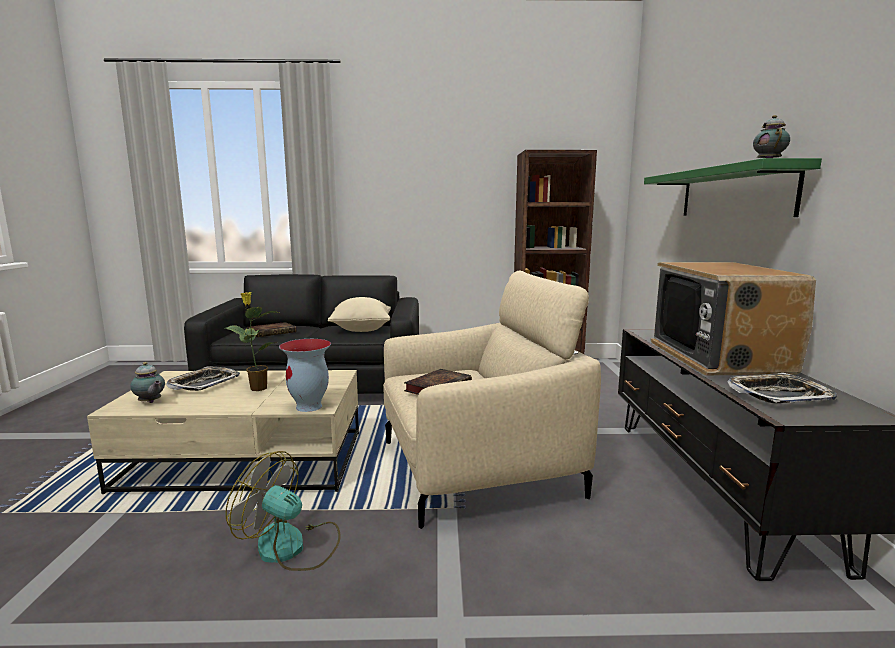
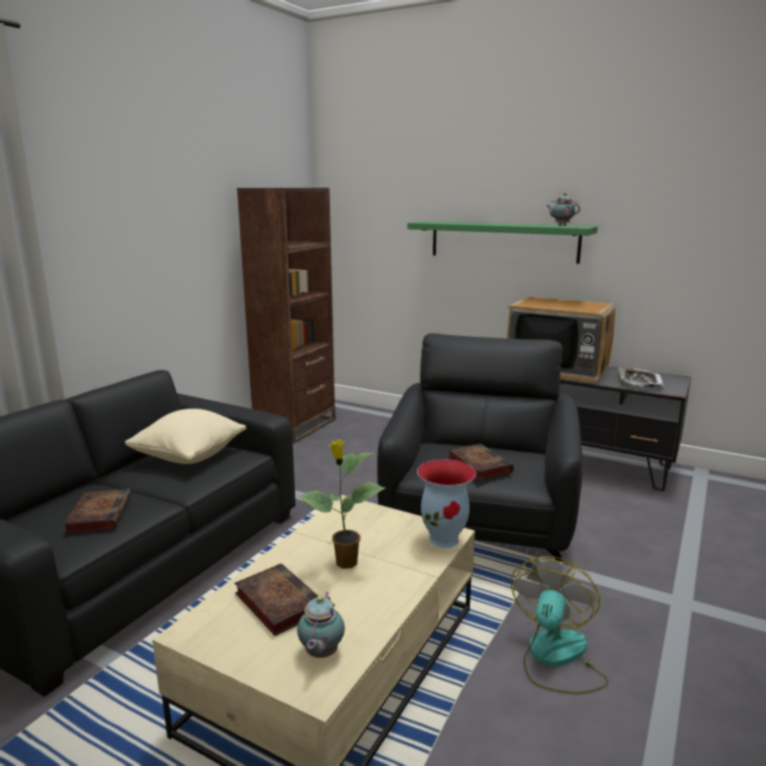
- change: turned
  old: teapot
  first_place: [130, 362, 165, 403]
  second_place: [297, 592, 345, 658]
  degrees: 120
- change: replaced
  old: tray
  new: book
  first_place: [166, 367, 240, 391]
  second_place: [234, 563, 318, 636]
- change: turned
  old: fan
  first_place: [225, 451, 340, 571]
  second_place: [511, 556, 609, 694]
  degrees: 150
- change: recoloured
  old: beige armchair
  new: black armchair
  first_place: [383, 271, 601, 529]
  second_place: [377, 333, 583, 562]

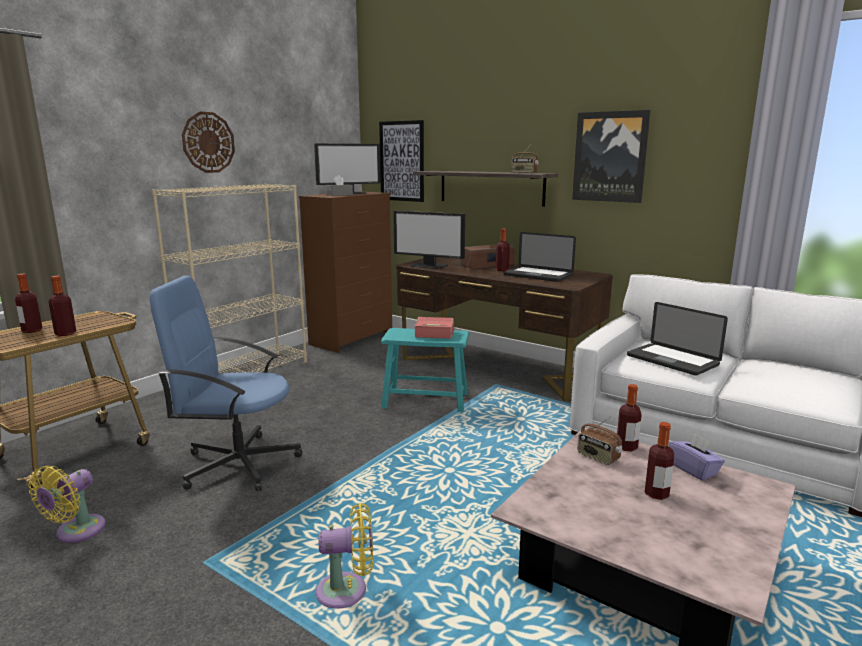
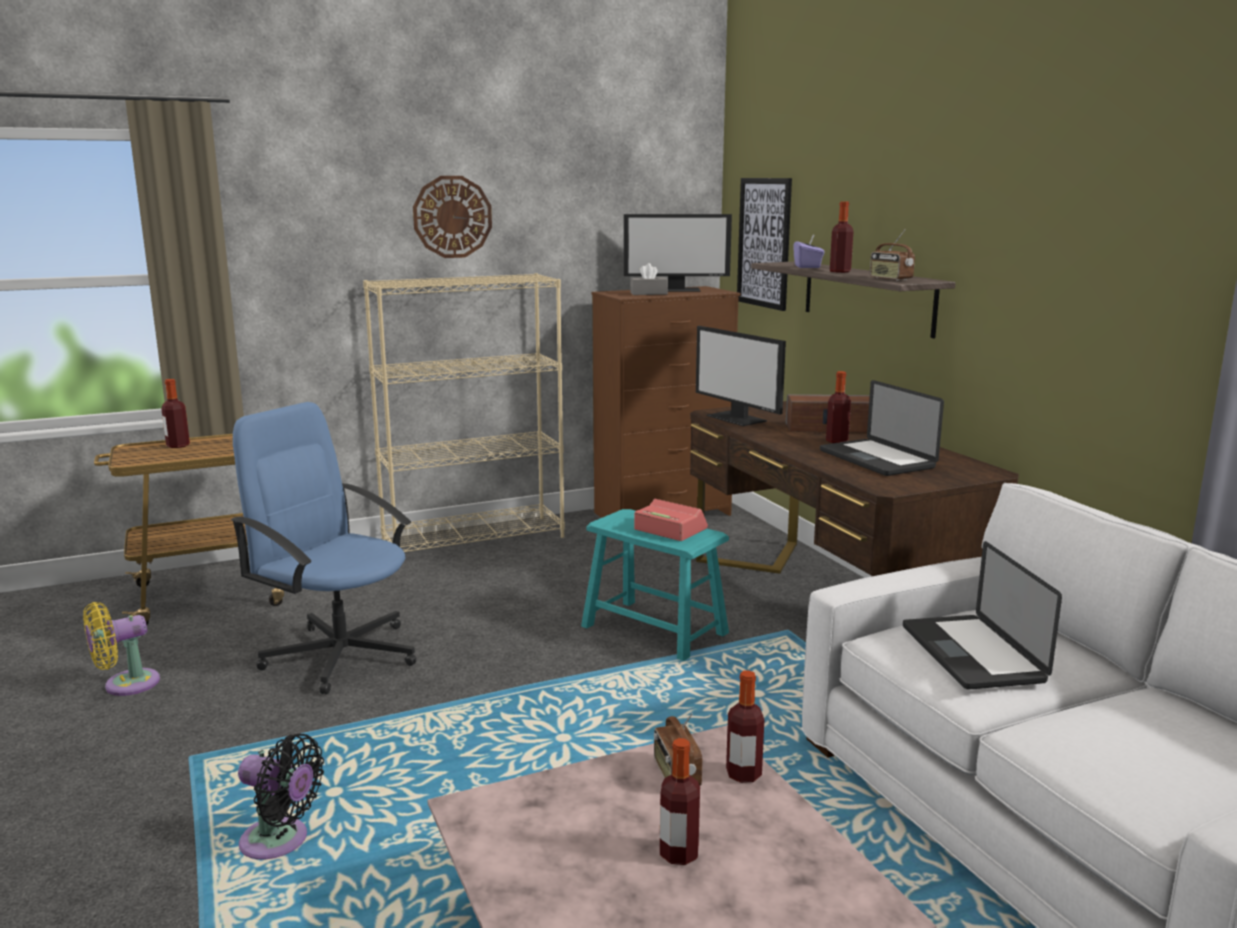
- change: moved
  old: bottle
  first_place: [49, 276, 76, 336]
  second_place: [830, 201, 853, 273]
- change: recoloured
  old: yellow fan
  new: black fan
  first_place: [316, 503, 373, 609]
  second_place: [238, 734, 324, 859]
- change: removed
  old: picture
  first_place: [572, 110, 651, 203]
- change: moved
  old: purple tissue box
  first_place: [669, 433, 725, 481]
  second_place: [793, 234, 824, 268]

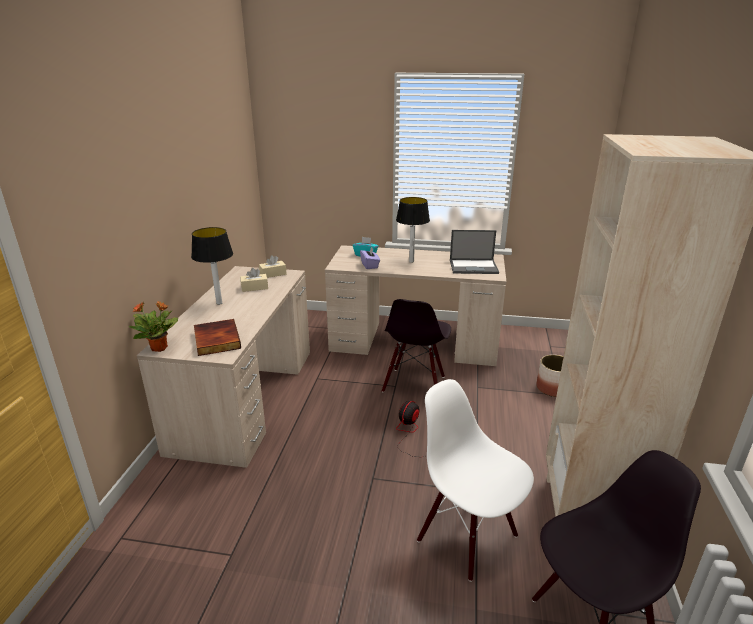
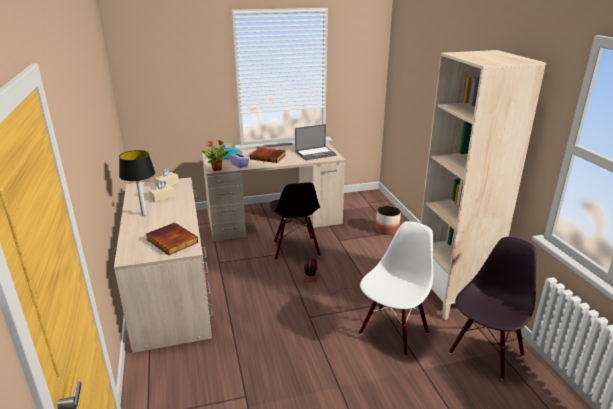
- change: moved
  old: potted plant
  first_place: [129, 302, 179, 352]
  second_place: [201, 140, 229, 171]
- change: replaced
  old: table lamp
  new: book
  first_place: [396, 197, 430, 263]
  second_place: [250, 147, 286, 163]
- change: turned
  old: white chair
  first_place: [417, 379, 534, 582]
  second_place: [359, 221, 433, 356]
  degrees: 105

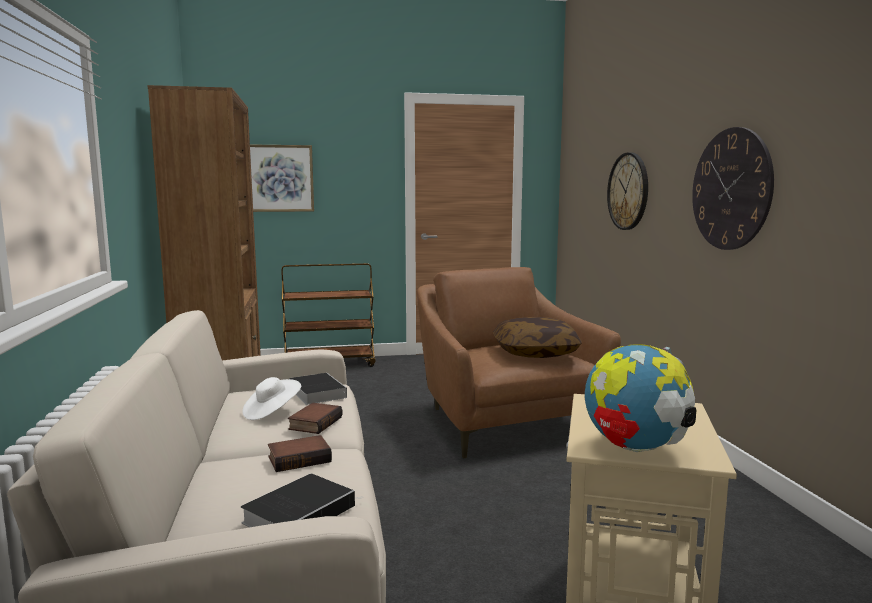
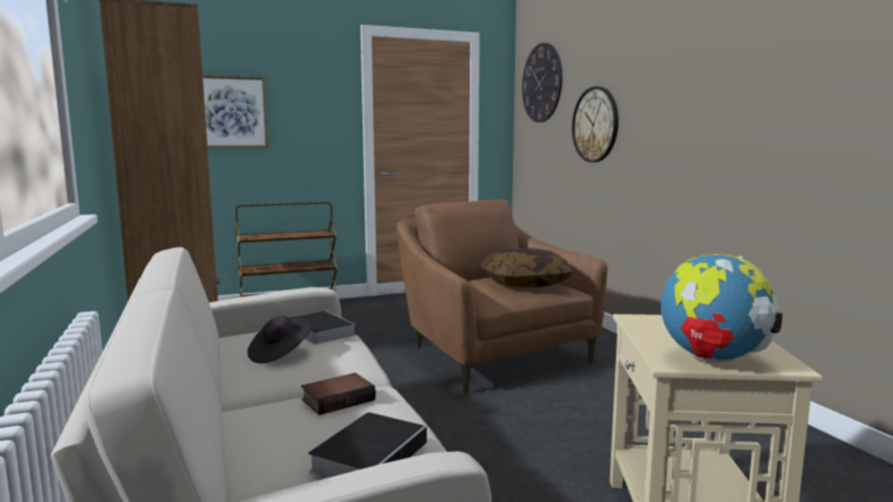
- change: recoloured
  old: white hat
  new: black hat
  first_place: [242, 377, 301, 420]
  second_place: [247, 316, 313, 364]
- change: removed
  old: book
  first_place: [288, 403, 343, 434]
- change: moved
  old: wall clock
  first_place: [692, 127, 774, 250]
  second_place: [522, 43, 562, 123]

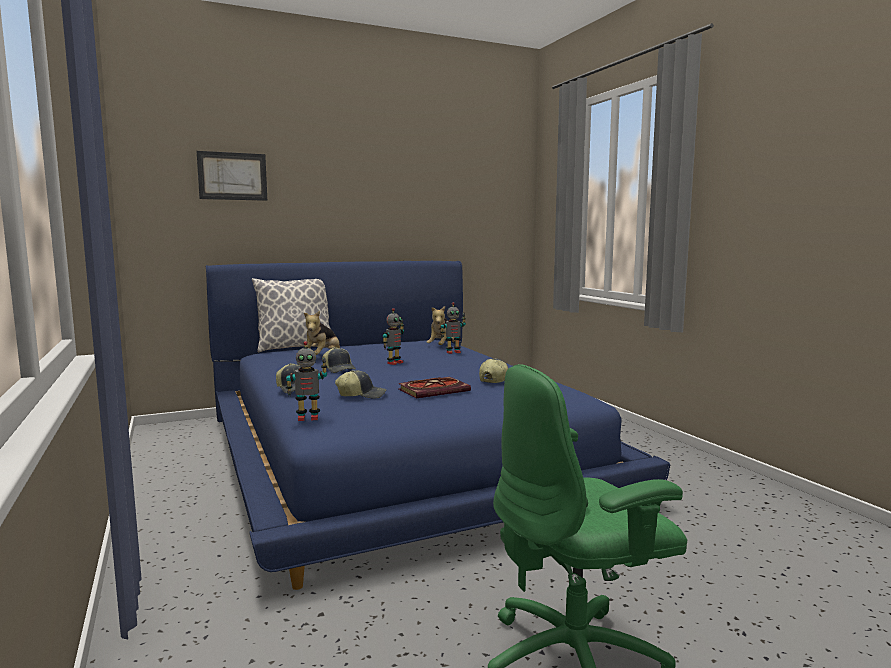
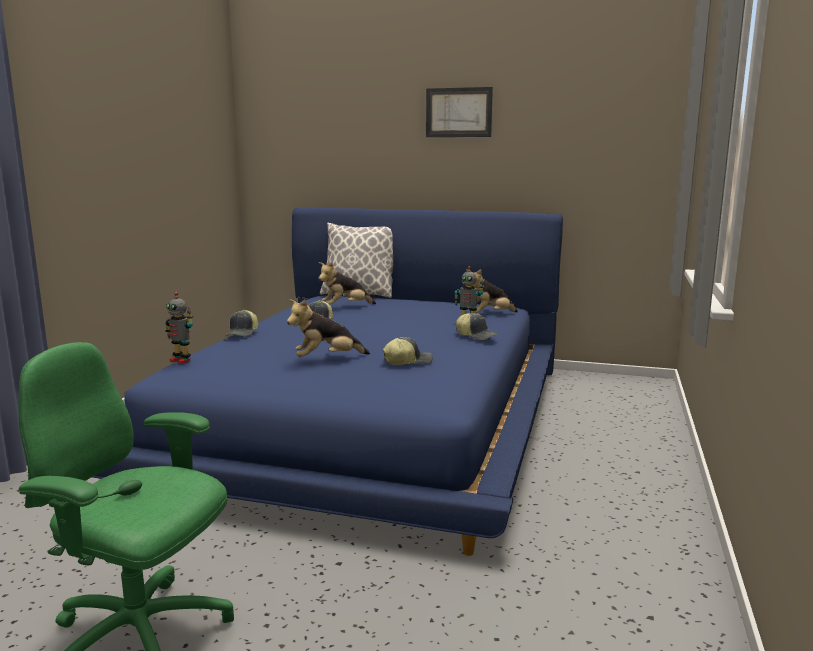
- change: moved
  old: picture
  first_place: [197, 151, 267, 201]
  second_place: [426, 87, 493, 137]
- change: moved
  old: cap
  first_place: [335, 370, 387, 399]
  second_place: [456, 312, 498, 341]
- change: removed
  old: toy robot
  first_place: [383, 308, 404, 365]
- change: replaced
  old: book
  new: plush toy
  first_place: [398, 377, 471, 398]
  second_place: [287, 299, 370, 357]

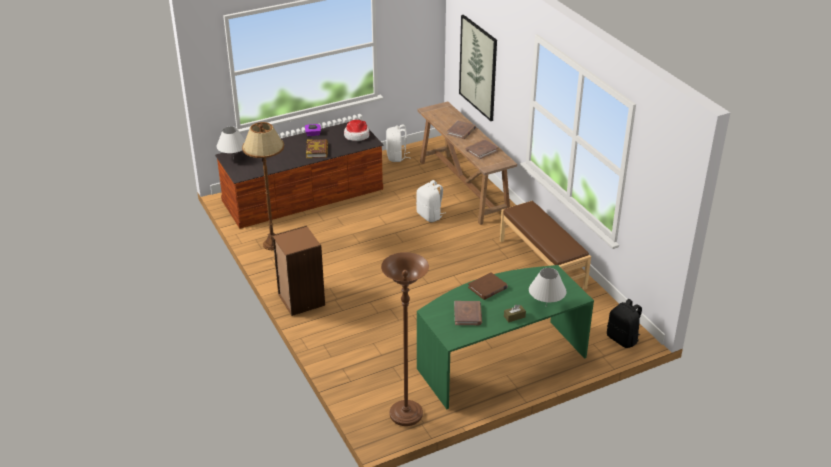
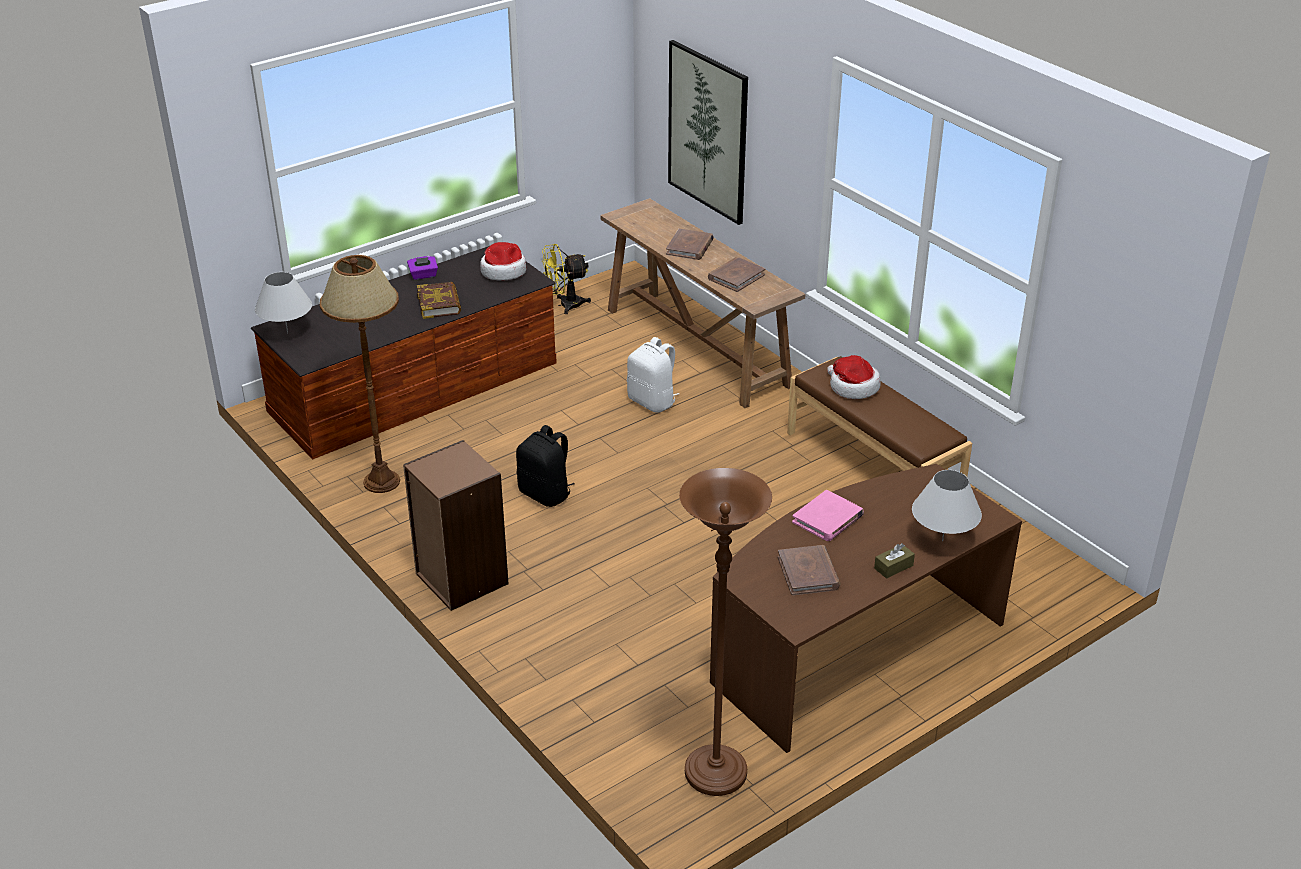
- change: replaced
  old: white backpack
  new: yellow fan
  first_place: [386, 124, 410, 162]
  second_place: [542, 244, 591, 314]
- change: recoloured
  old: green desk
  new: brown desk
  first_place: [417, 265, 594, 409]
  second_place: [710, 464, 1022, 753]
- change: recoloured
  old: brown book
  new: pink book
  first_place: [468, 272, 508, 300]
  second_place: [792, 490, 864, 541]
- change: moved
  old: black backpack
  first_place: [607, 299, 642, 348]
  second_place: [516, 425, 575, 507]
- change: added
  new: hat
  second_place: [827, 355, 881, 399]

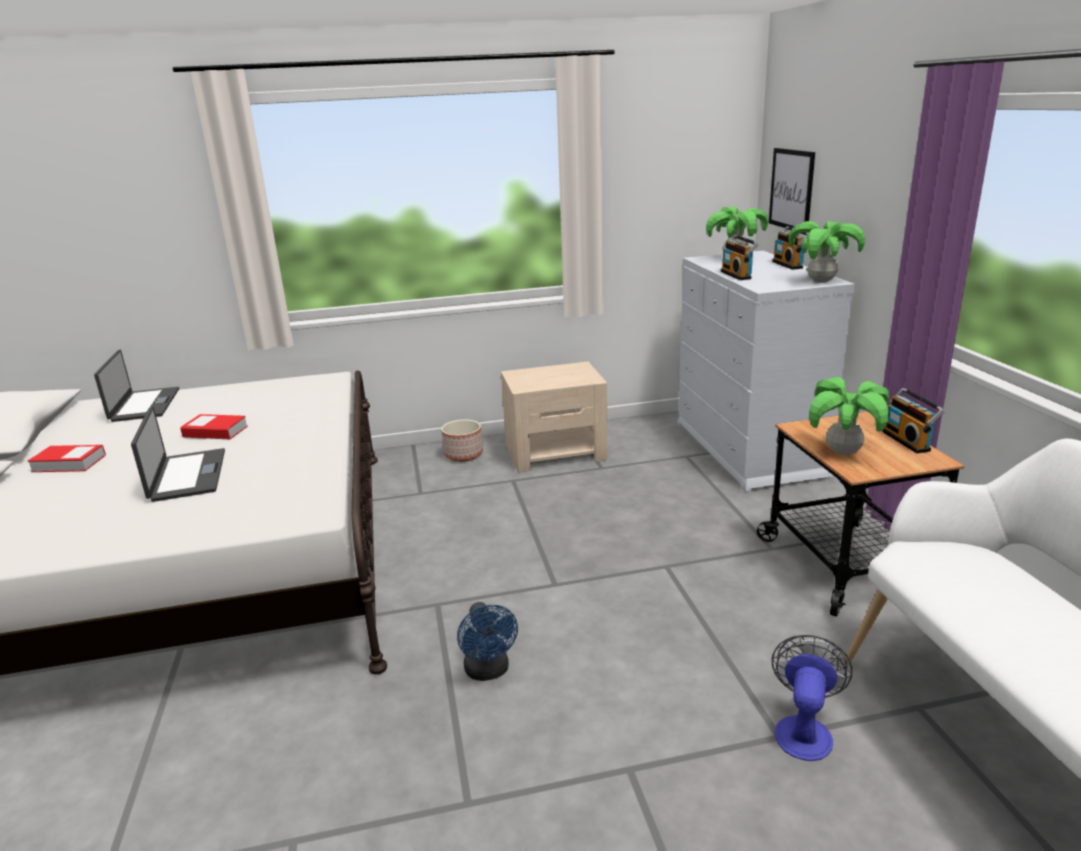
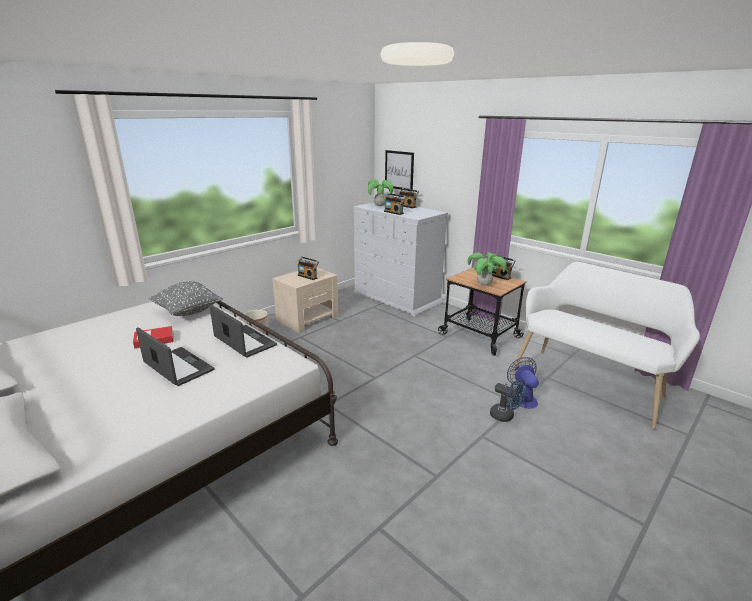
- change: removed
  old: book
  first_place: [28, 445, 106, 472]
- change: moved
  old: laptop
  first_place: [94, 350, 179, 422]
  second_place: [210, 305, 277, 357]
- change: moved
  old: blue fan
  first_place: [457, 602, 518, 681]
  second_place: [490, 379, 526, 422]
- change: removed
  old: potted plant
  first_place: [788, 221, 865, 283]
- change: added
  new: grey pillow
  second_place: [149, 281, 223, 316]
- change: added
  new: radio
  second_place: [298, 256, 319, 280]

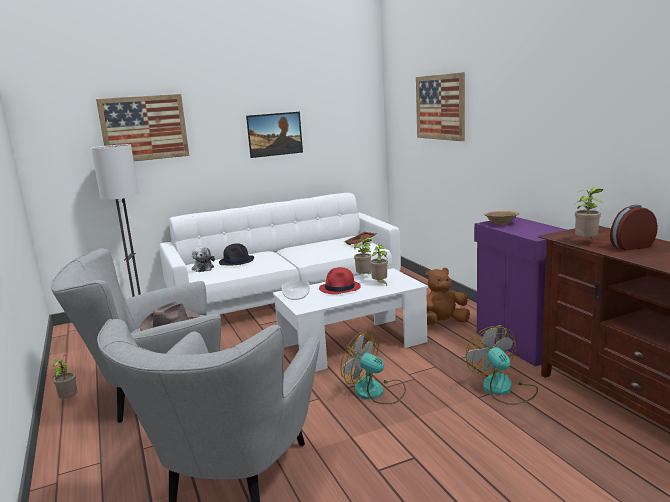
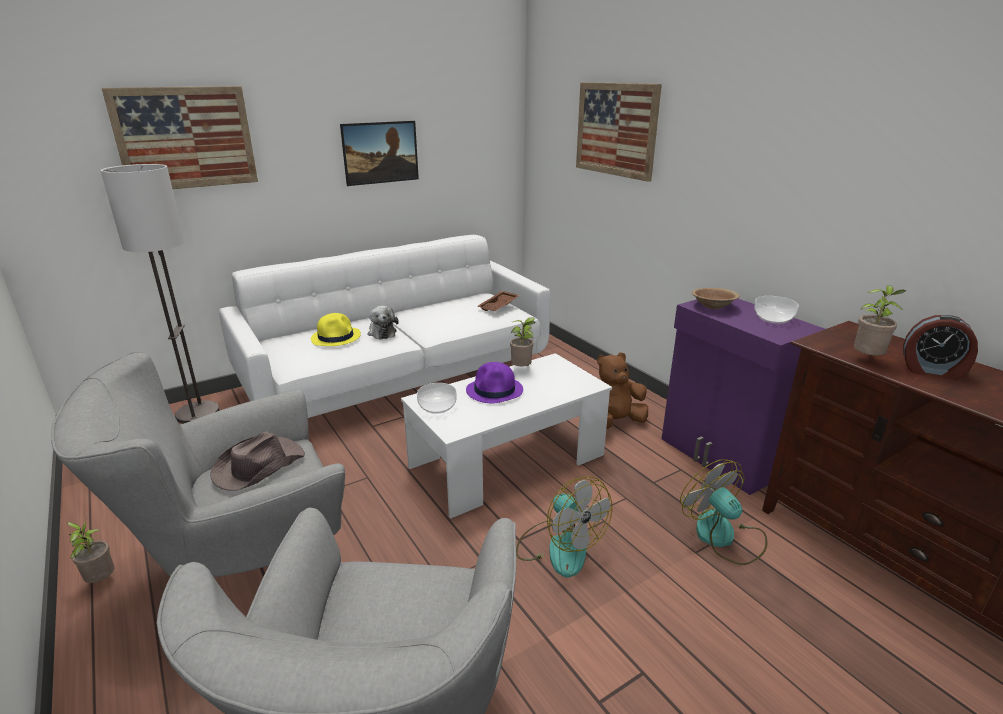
- change: moved
  old: plush toy
  first_place: [192, 247, 215, 272]
  second_place: [367, 306, 399, 340]
- change: recoloured
  old: black hat
  new: yellow hat
  first_place: [219, 243, 254, 265]
  second_place: [311, 313, 361, 346]
- change: recoloured
  old: red hat
  new: purple hat
  first_place: [319, 267, 361, 294]
  second_place: [466, 362, 523, 403]
- change: turned
  old: fan
  first_place: [341, 332, 406, 404]
  second_place: [516, 476, 612, 577]
  degrees: -150
- change: removed
  old: potted plant
  first_place: [370, 244, 388, 286]
- change: turned
  old: alarm clock
  first_place: [610, 205, 658, 251]
  second_place: [903, 315, 978, 380]
  degrees: -135
- change: added
  new: bowl
  second_place: [754, 296, 799, 324]

